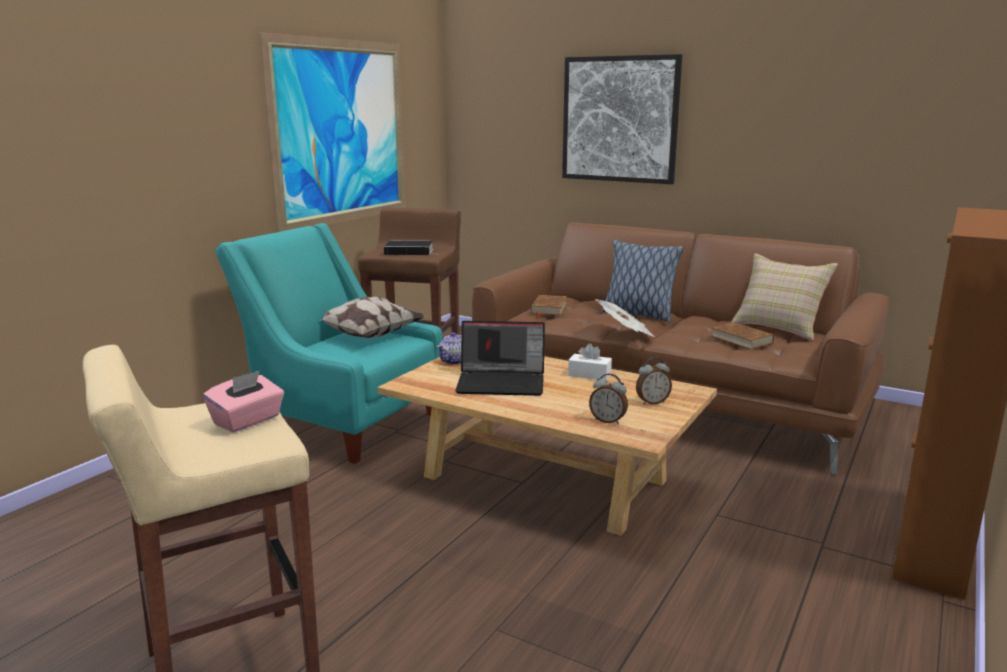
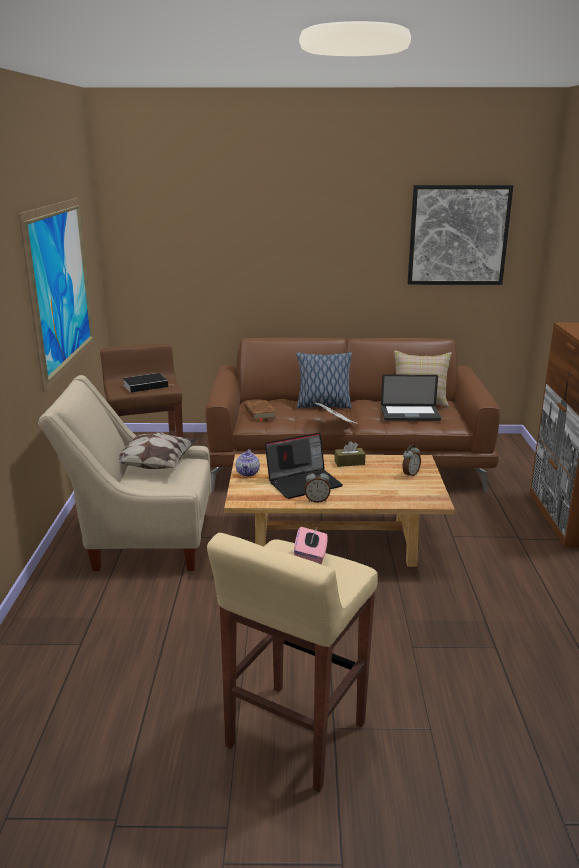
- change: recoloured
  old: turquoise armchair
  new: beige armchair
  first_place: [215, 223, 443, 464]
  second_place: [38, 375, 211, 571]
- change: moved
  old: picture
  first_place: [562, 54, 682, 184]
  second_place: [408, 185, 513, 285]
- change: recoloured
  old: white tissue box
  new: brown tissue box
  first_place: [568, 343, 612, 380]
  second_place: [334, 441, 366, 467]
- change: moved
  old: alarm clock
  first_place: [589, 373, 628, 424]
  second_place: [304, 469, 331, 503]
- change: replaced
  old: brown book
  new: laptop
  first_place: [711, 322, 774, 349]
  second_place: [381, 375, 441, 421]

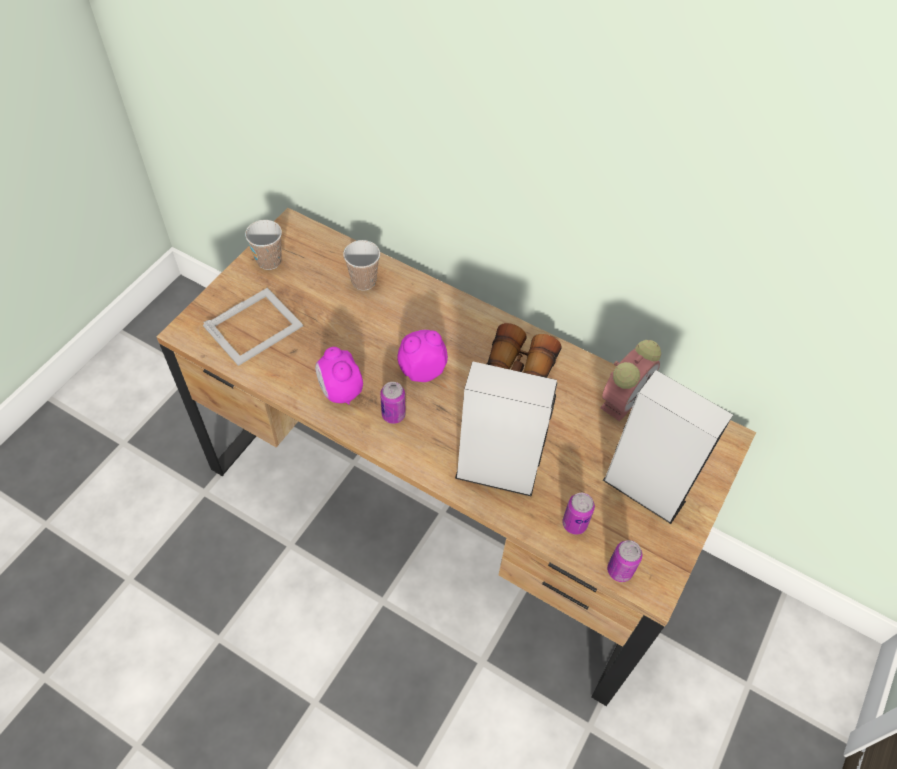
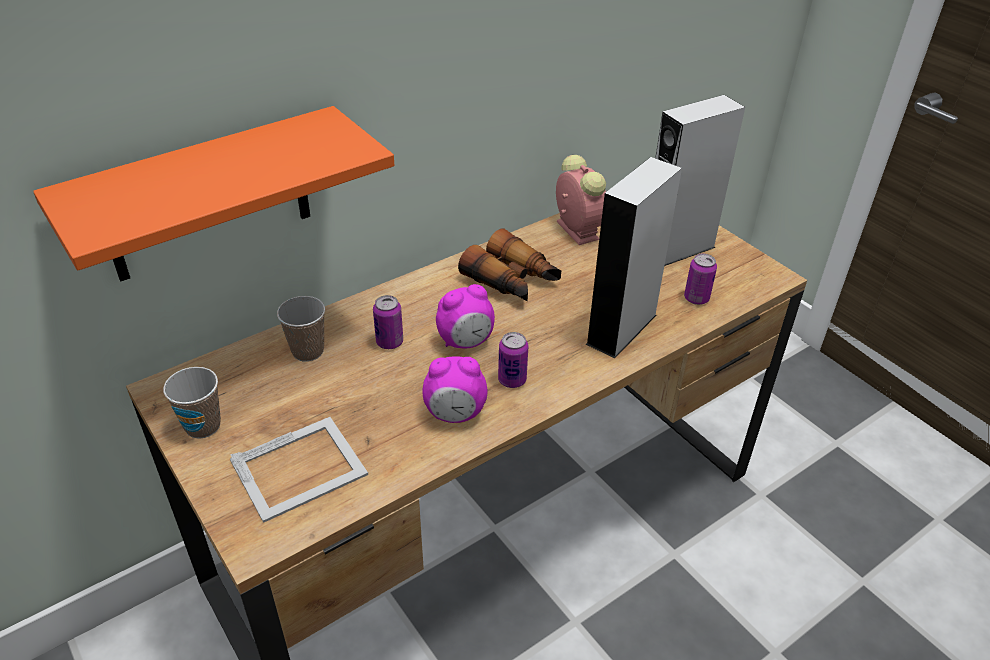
- change: turned
  old: picture frame
  first_place: [203, 288, 303, 366]
  second_place: [230, 417, 368, 523]
  degrees: 75
- change: turned
  old: alarm clock
  first_place: [397, 330, 448, 382]
  second_place: [436, 284, 495, 348]
  degrees: -120
- change: moved
  old: can
  first_place: [607, 540, 643, 582]
  second_place: [373, 295, 403, 349]
- change: added
  new: orange shelf
  second_place: [33, 106, 394, 281]

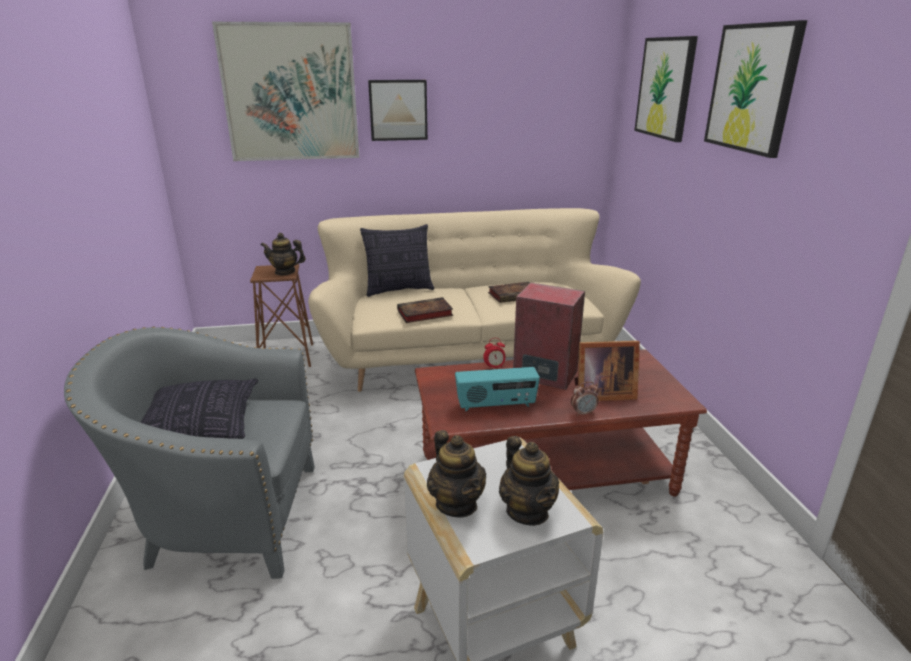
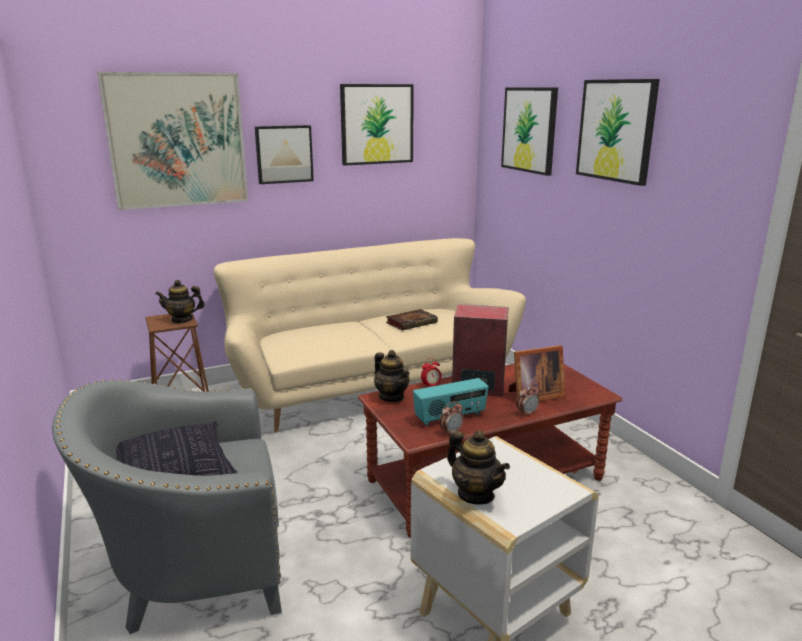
- change: removed
  old: pillow
  first_place: [360, 224, 434, 297]
- change: removed
  old: book
  first_place: [397, 297, 453, 323]
- change: moved
  old: teapot
  first_place: [499, 436, 559, 526]
  second_place: [374, 350, 409, 402]
- change: added
  new: picture
  second_place: [340, 84, 414, 166]
- change: added
  new: alarm clock
  second_place: [439, 401, 463, 436]

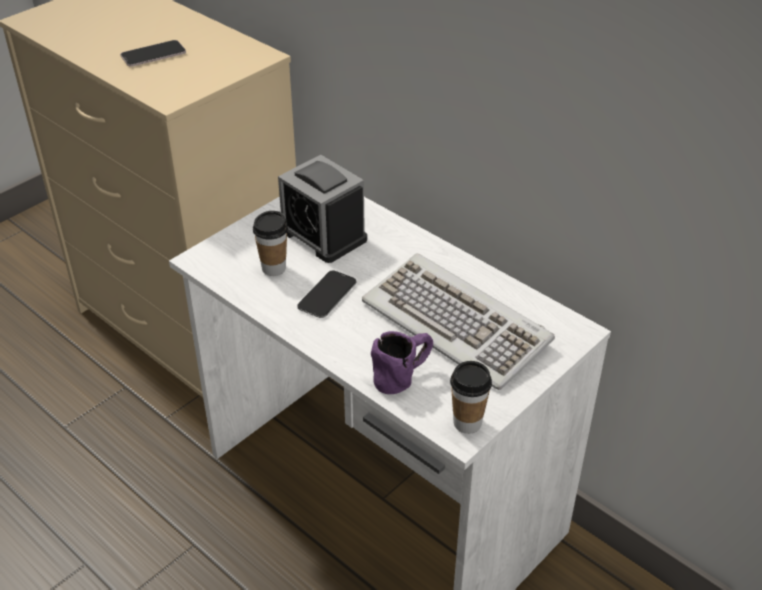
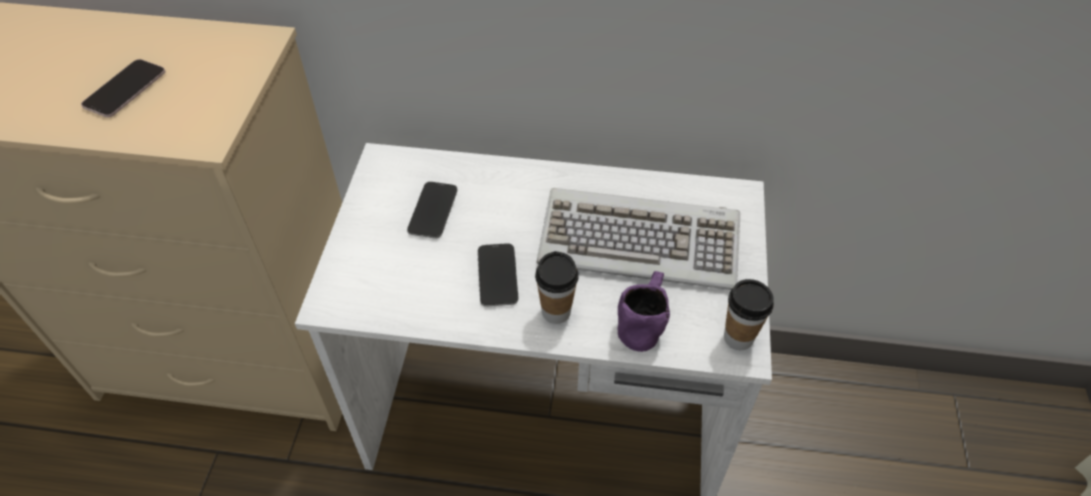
- change: moved
  old: cup
  first_place: [253, 211, 288, 276]
  second_place: [535, 251, 579, 324]
- change: replaced
  old: alarm clock
  new: phone
  first_place: [278, 155, 367, 263]
  second_place: [407, 182, 458, 239]

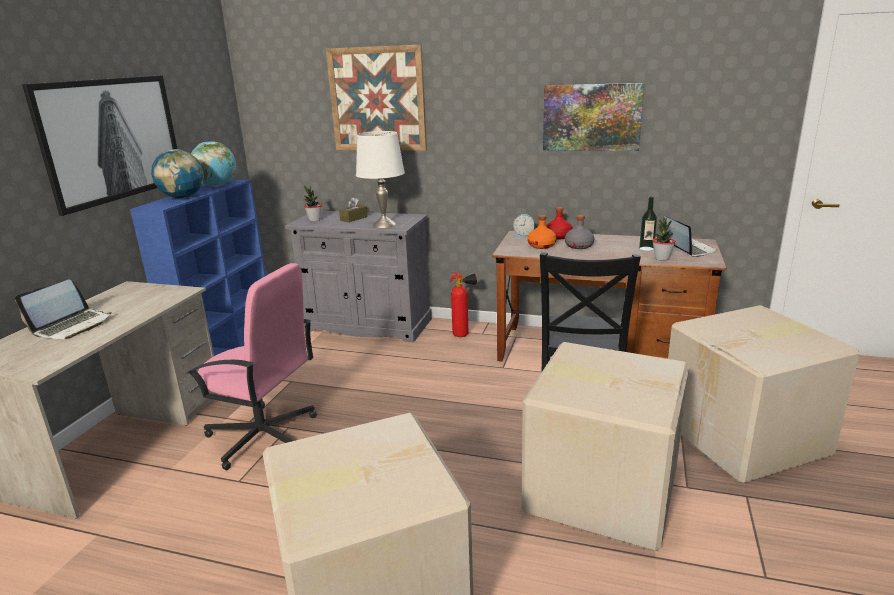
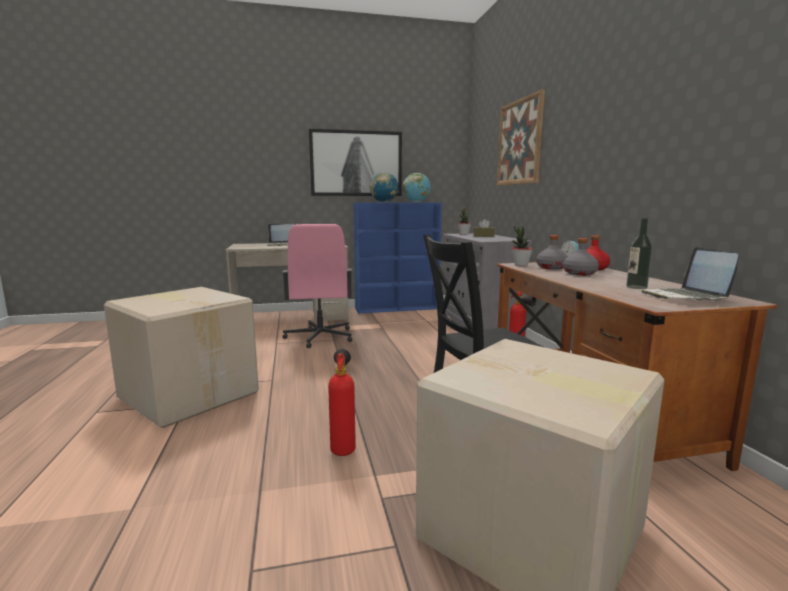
- change: removed
  old: white table lamp
  first_place: [356, 131, 405, 228]
- change: replaced
  old: cardboard box
  new: fire extinguisher
  first_place: [521, 342, 690, 551]
  second_place: [328, 349, 356, 456]
- change: recoloured
  old: orange bottle
  new: grey bottle
  first_place: [527, 215, 557, 249]
  second_place: [536, 235, 568, 270]
- change: removed
  old: picture
  first_place: [543, 83, 644, 151]
- change: moved
  old: potted plant
  first_place: [652, 218, 675, 261]
  second_place: [512, 226, 533, 266]
- change: turned
  old: laptop
  first_place: [663, 216, 716, 257]
  second_place: [641, 247, 739, 301]
  degrees: 135

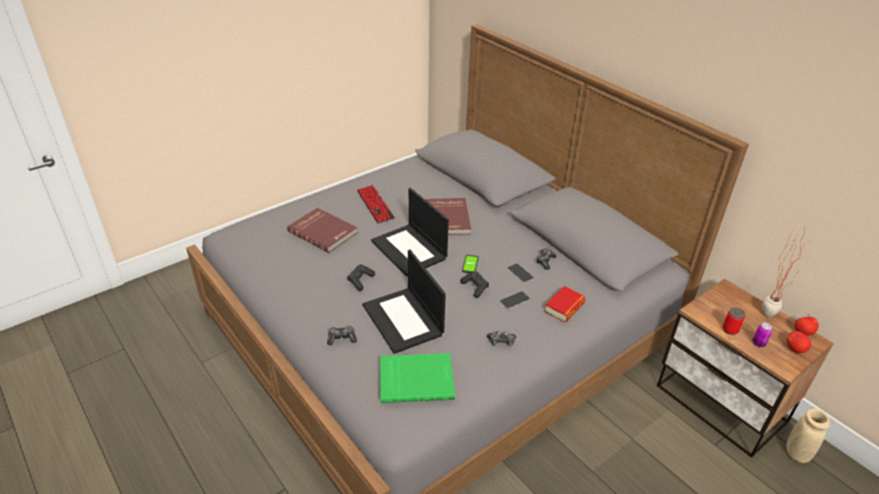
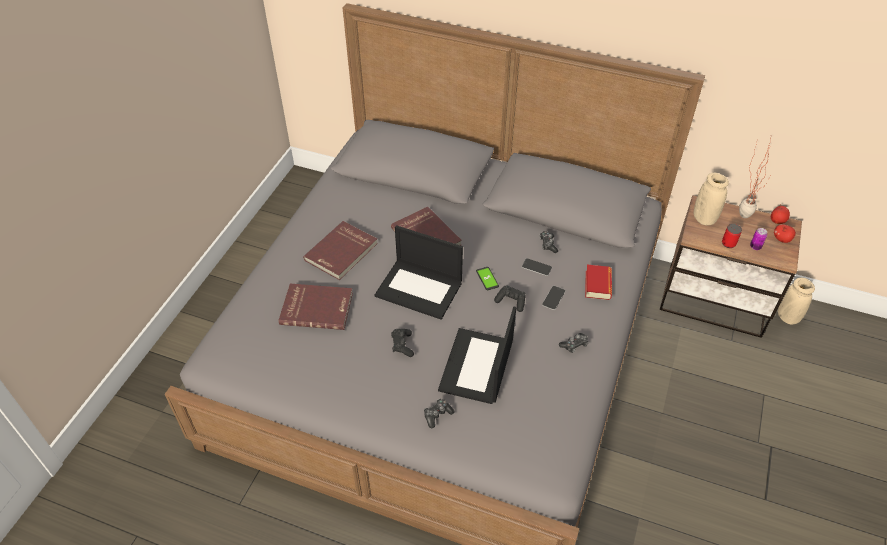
- change: replaced
  old: keyboard
  new: red book
  first_place: [357, 185, 395, 223]
  second_place: [303, 221, 378, 280]
- change: turned
  old: laptop
  first_place: [363, 250, 446, 354]
  second_place: [438, 306, 516, 404]
  degrees: 75
- change: removed
  old: green book
  first_place: [380, 353, 455, 403]
- change: added
  new: beige vase
  second_place: [693, 173, 729, 225]

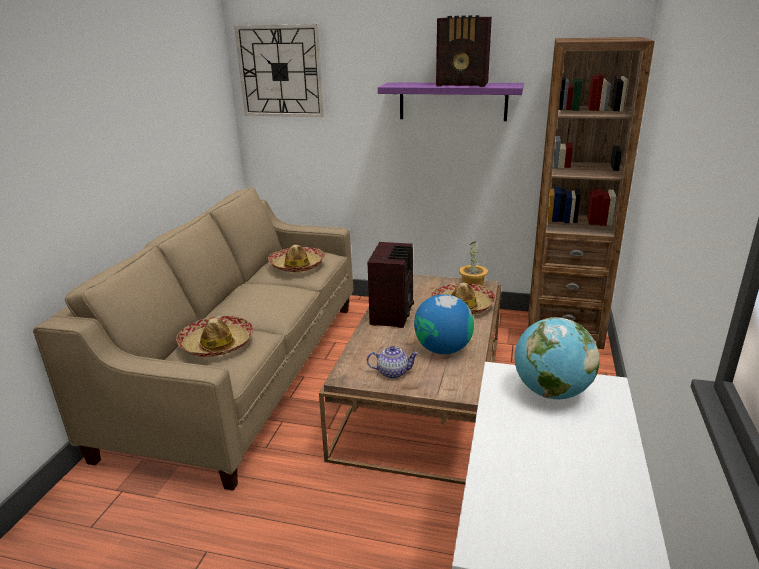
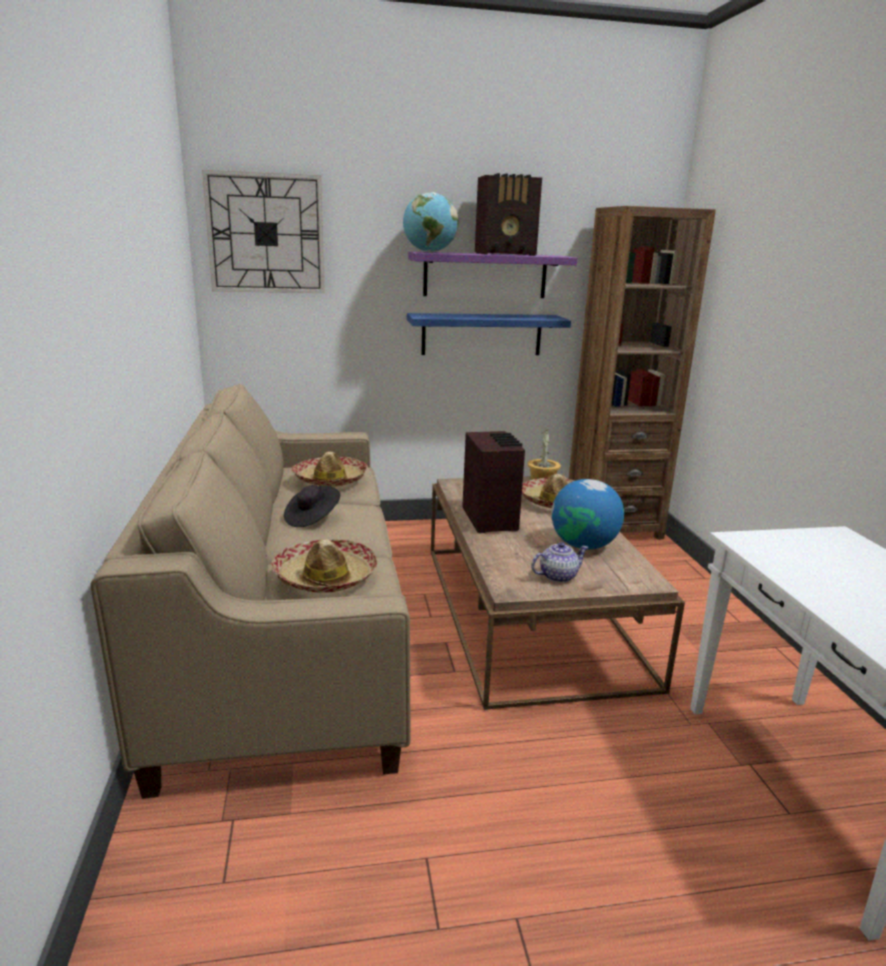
- change: moved
  old: globe
  first_place: [515, 317, 600, 399]
  second_place: [403, 192, 458, 252]
- change: added
  new: black hat
  second_place: [284, 485, 340, 527]
- change: added
  new: blue shelf
  second_place: [407, 313, 571, 355]

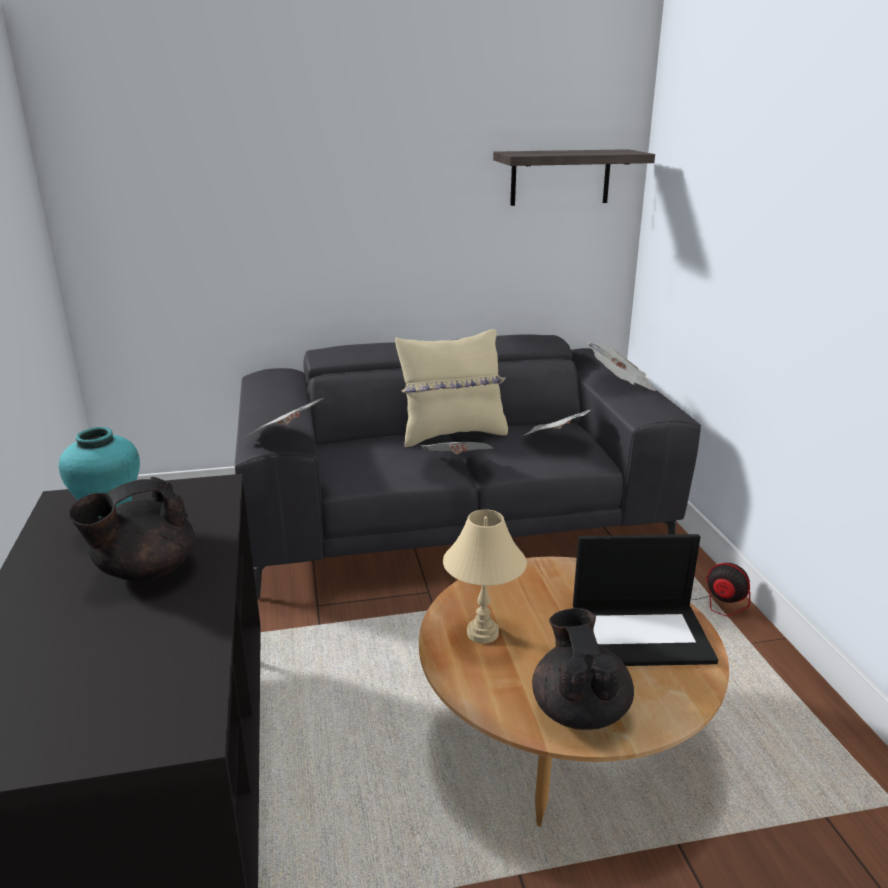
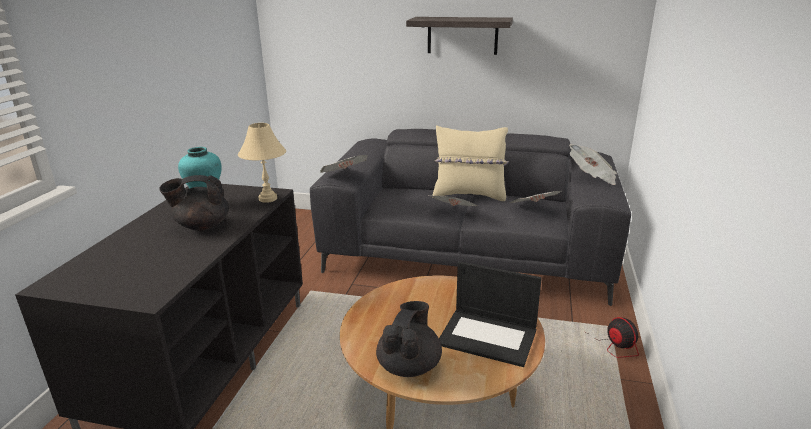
- change: moved
  old: beige table lamp
  first_place: [443, 509, 527, 644]
  second_place: [238, 123, 286, 203]
- change: moved
  old: shelf
  first_place: [493, 149, 655, 206]
  second_place: [406, 17, 513, 55]

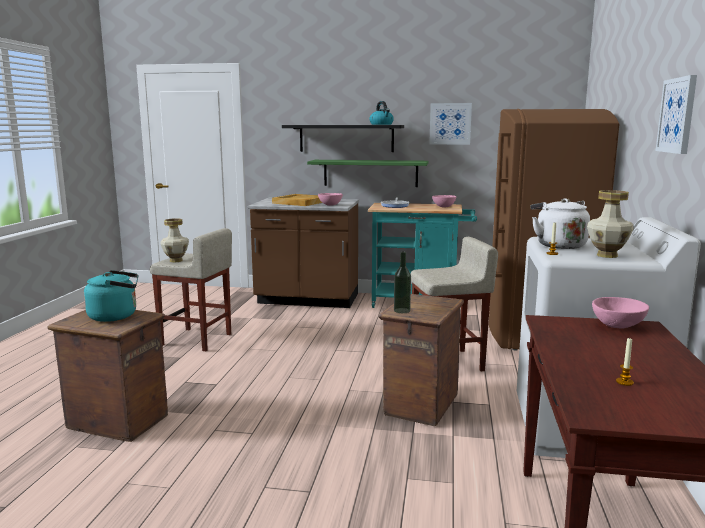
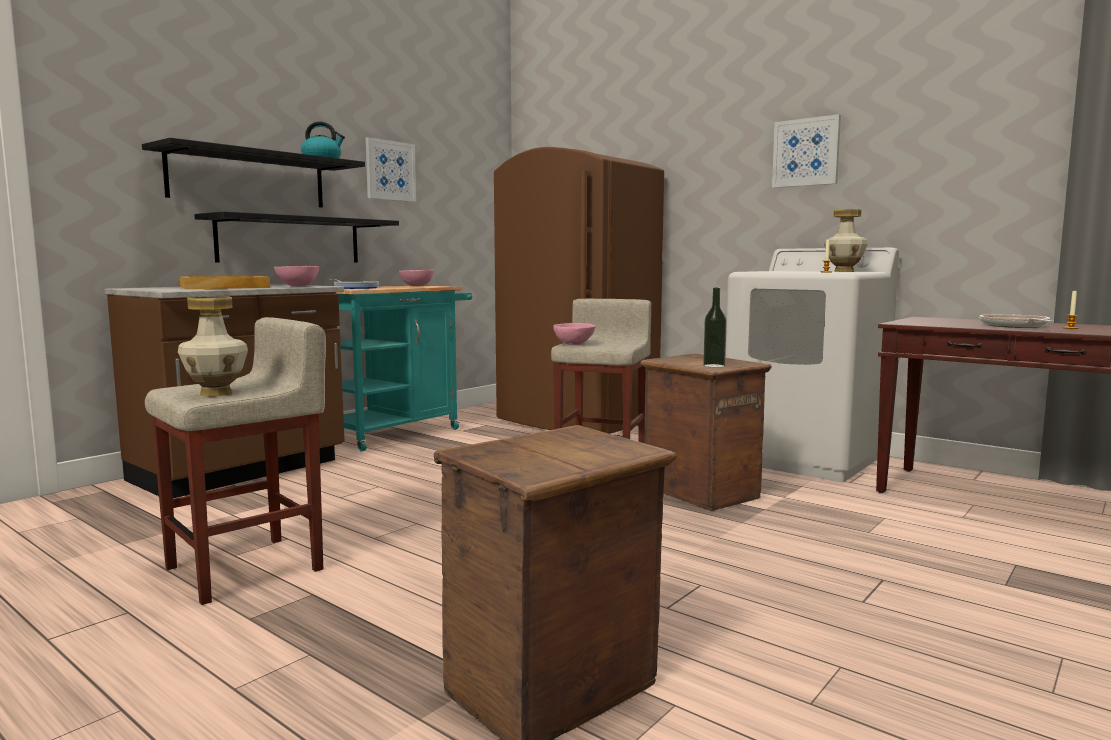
- change: removed
  old: turquoise kettle
  first_place: [84, 270, 138, 322]
- change: recoloured
  old: green shelf
  new: black shelf
  first_place: [307, 160, 428, 187]
  second_place: [194, 211, 399, 263]
- change: removed
  old: white kettle
  first_place: [530, 198, 590, 249]
- change: moved
  old: pink bowl
  first_place: [592, 297, 649, 328]
  second_place: [553, 323, 595, 345]
- change: added
  new: frying pan
  second_place: [979, 314, 1053, 328]

